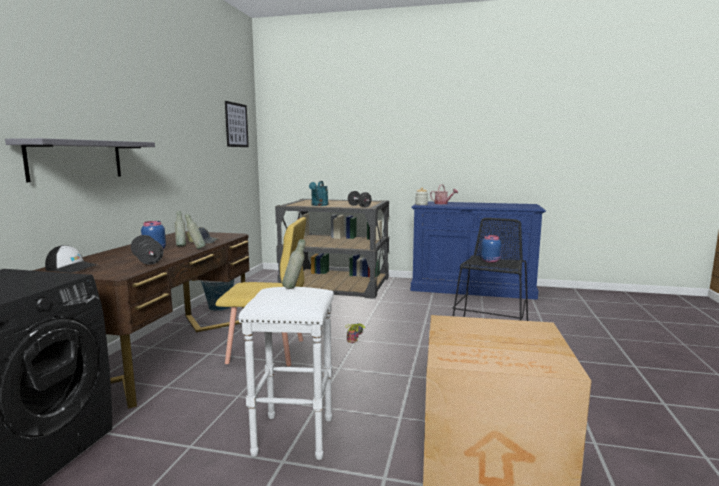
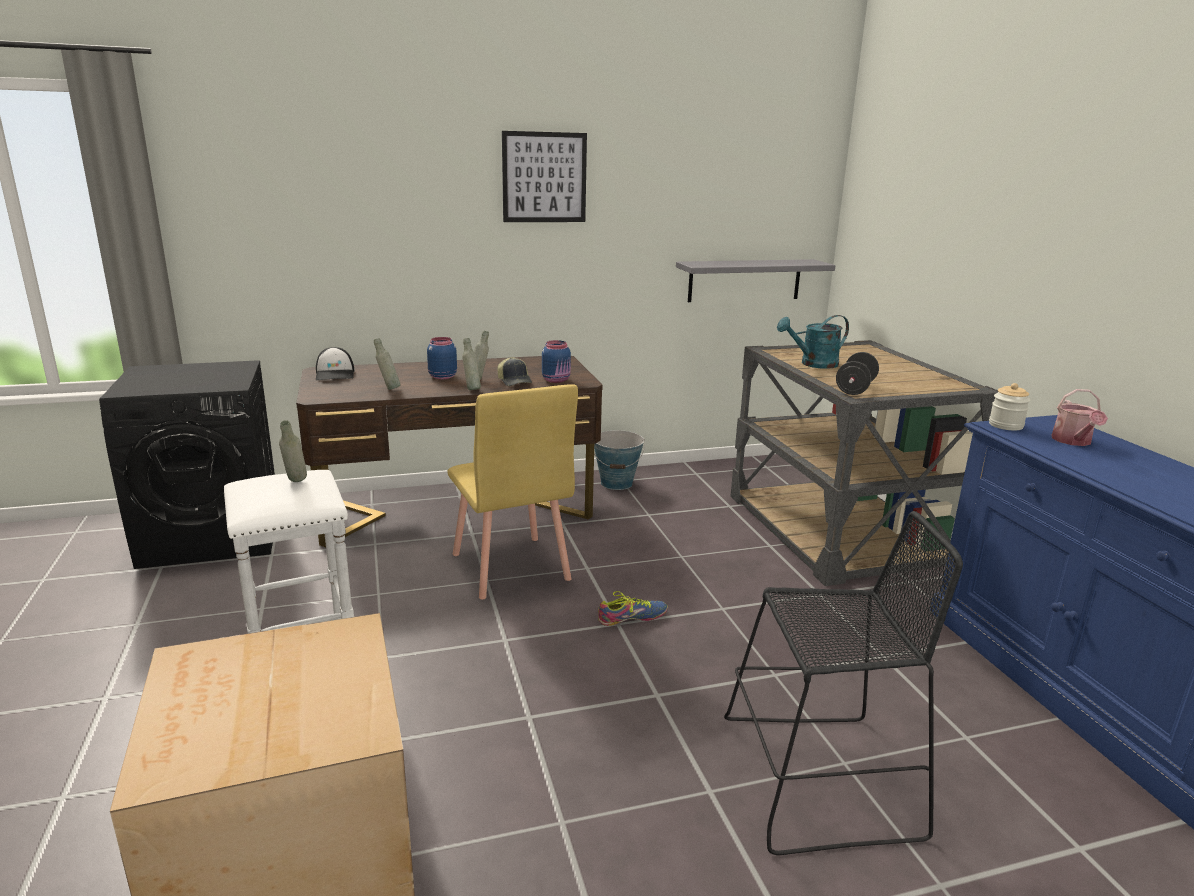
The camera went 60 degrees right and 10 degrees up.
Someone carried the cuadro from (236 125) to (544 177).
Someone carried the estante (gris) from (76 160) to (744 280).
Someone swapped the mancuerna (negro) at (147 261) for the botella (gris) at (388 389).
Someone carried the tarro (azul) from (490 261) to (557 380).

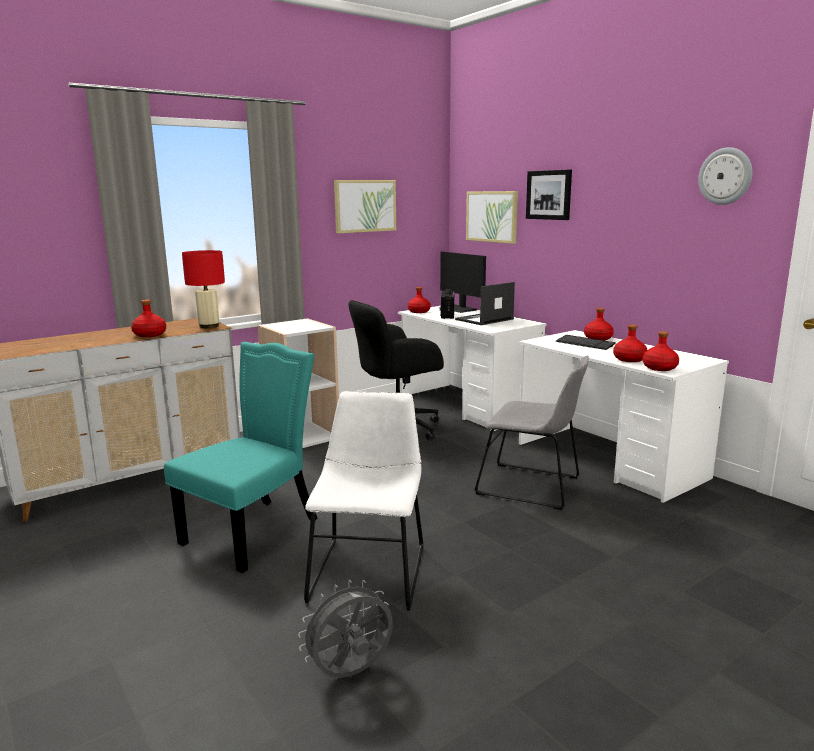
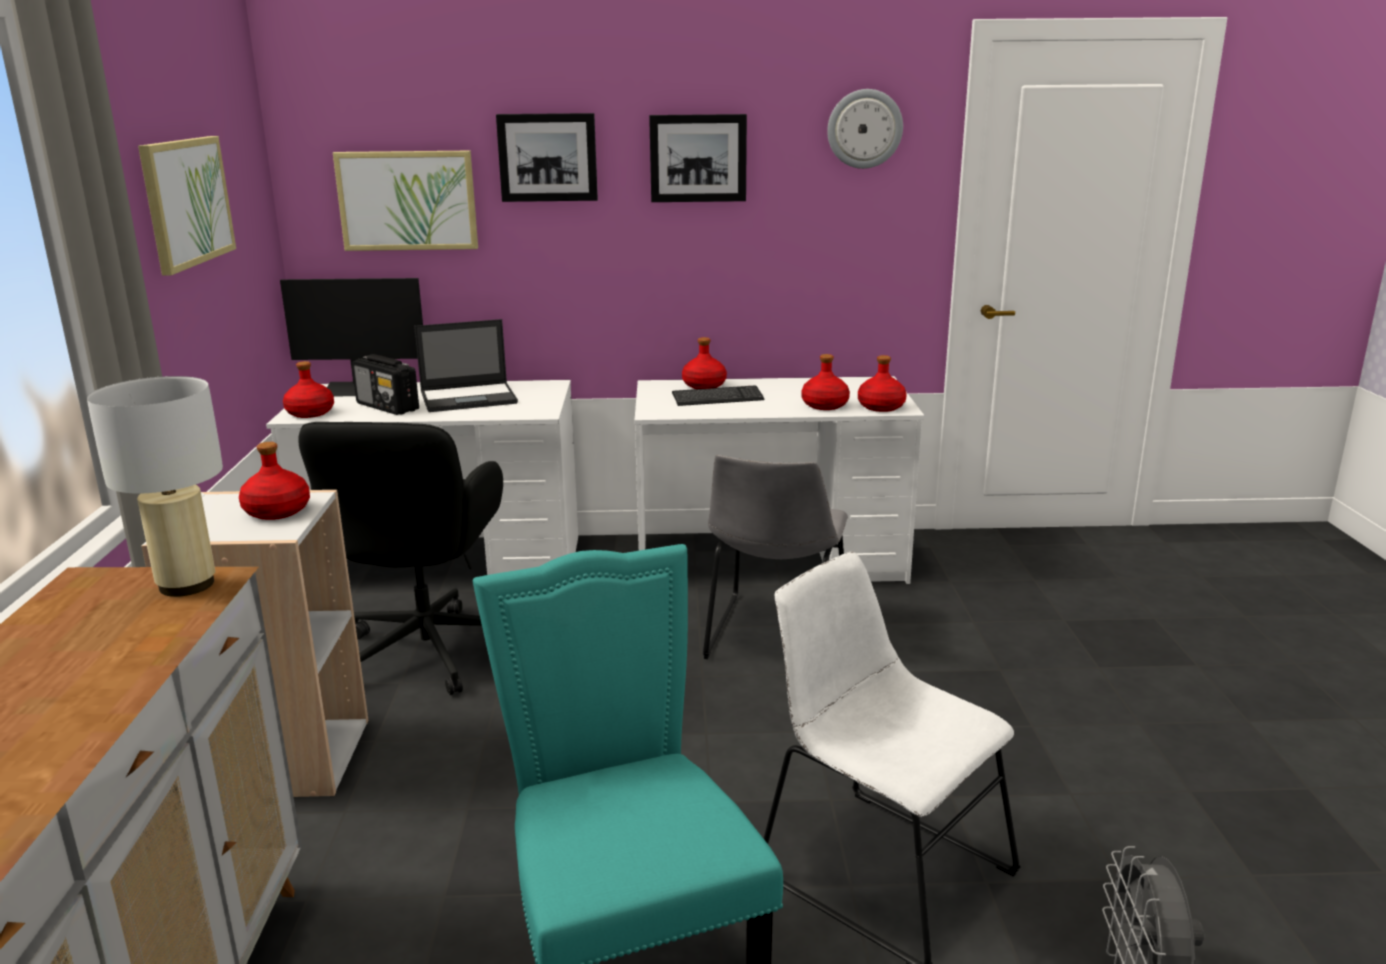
The camera went 55 degrees left and 5 degrees up.
Someone repainted the lámpara de mesa (rojo) at (209 326), which became the lámpara de mesa (blanco) at (185 585).
Someone rotated the portátil at (484 319) by 105 degrees counterclockwise.
Someone carried the botella (rojo) from (149 335) to (277 511).
Someone rotated the silla (gris) at (533 487) by 135 degrees clockwise.
Someone put up the cuadro at (698 158).

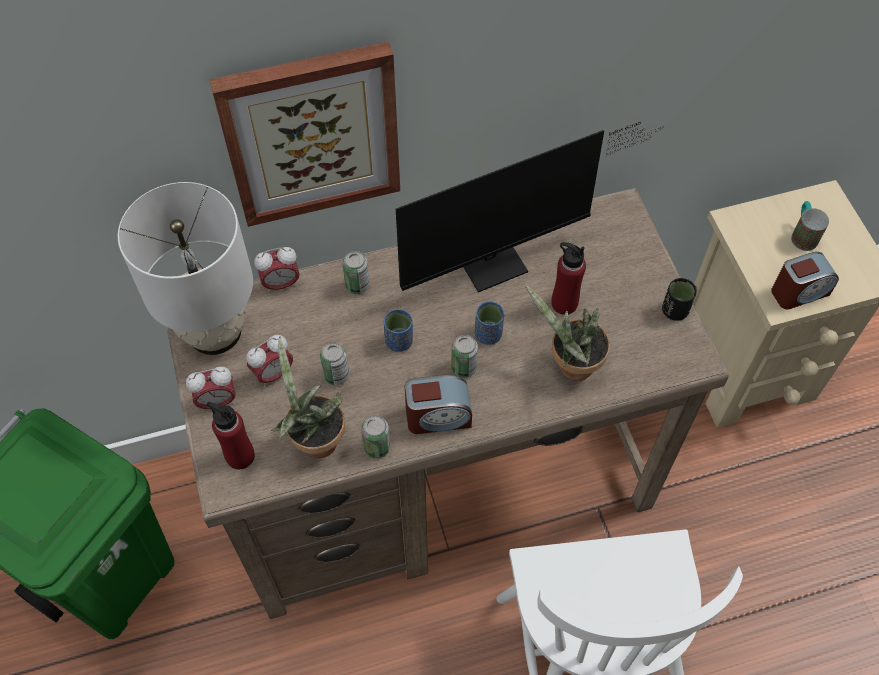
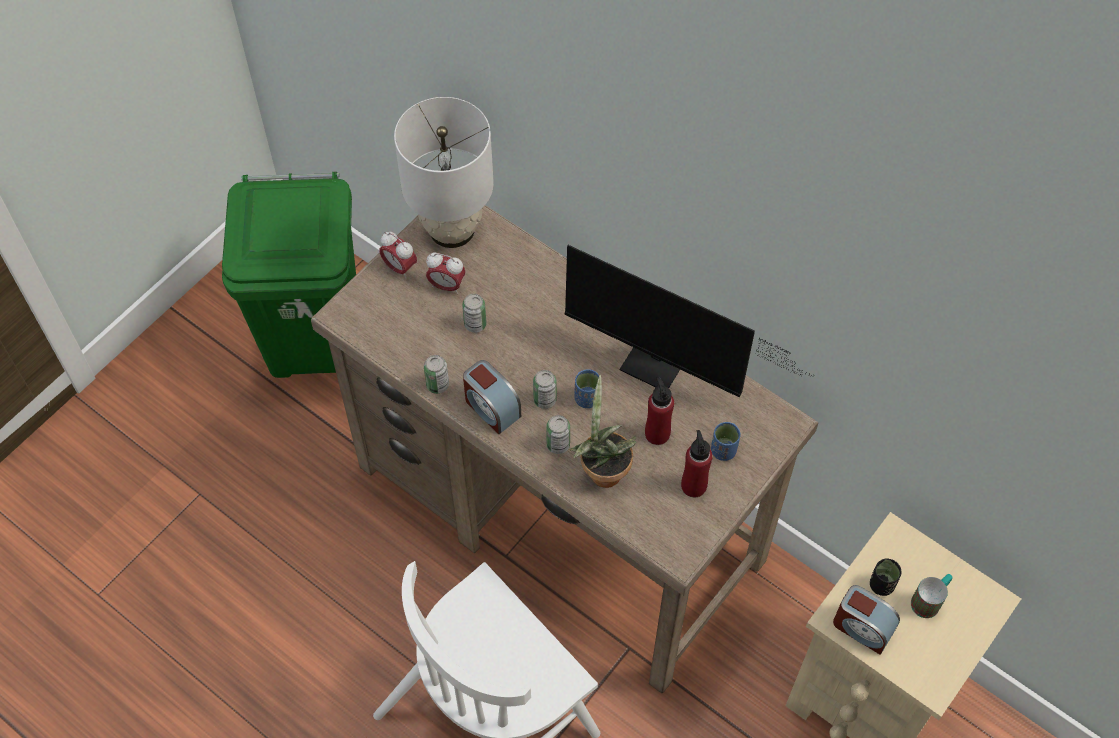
The camera went 55 degrees right and 0 degrees up.
Someone took away the cuadro at (311 134).
Someone took away the despertador at (281 284).
Someone carried the lata from (357 285) to (558 445).
Someone carried the taza (negro) from (674 311) to (881 585).
Someone carried the taza (azul) from (399 341) to (723 451).
Someone took away the planta en maceta at (314 439).
Someone carried the botella (rojo) from (240 456) to (693 485).

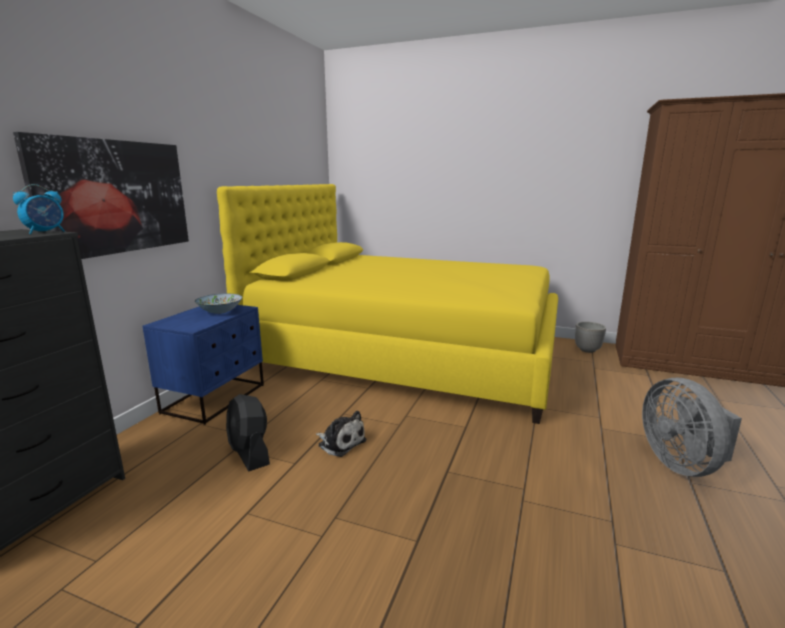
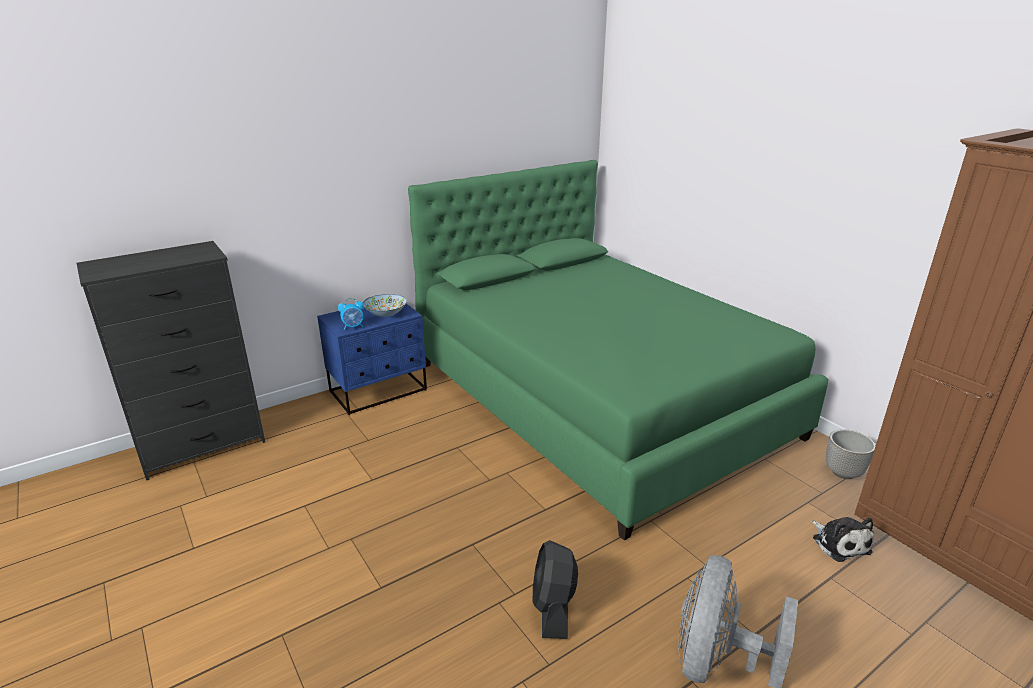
The camera went 35 degrees right and 10 degrees up.
Someone took away the cuadro at (115 197).
Someone carried the despertador from (46 232) to (353 327).
Someone repainted the cama (amarillo) at (406 354), which became the cama (verde) at (597 398).
Someone carried the ventilador (negro) from (249 453) to (553 607).
Someone carried the peluche from (340 442) to (839 543).

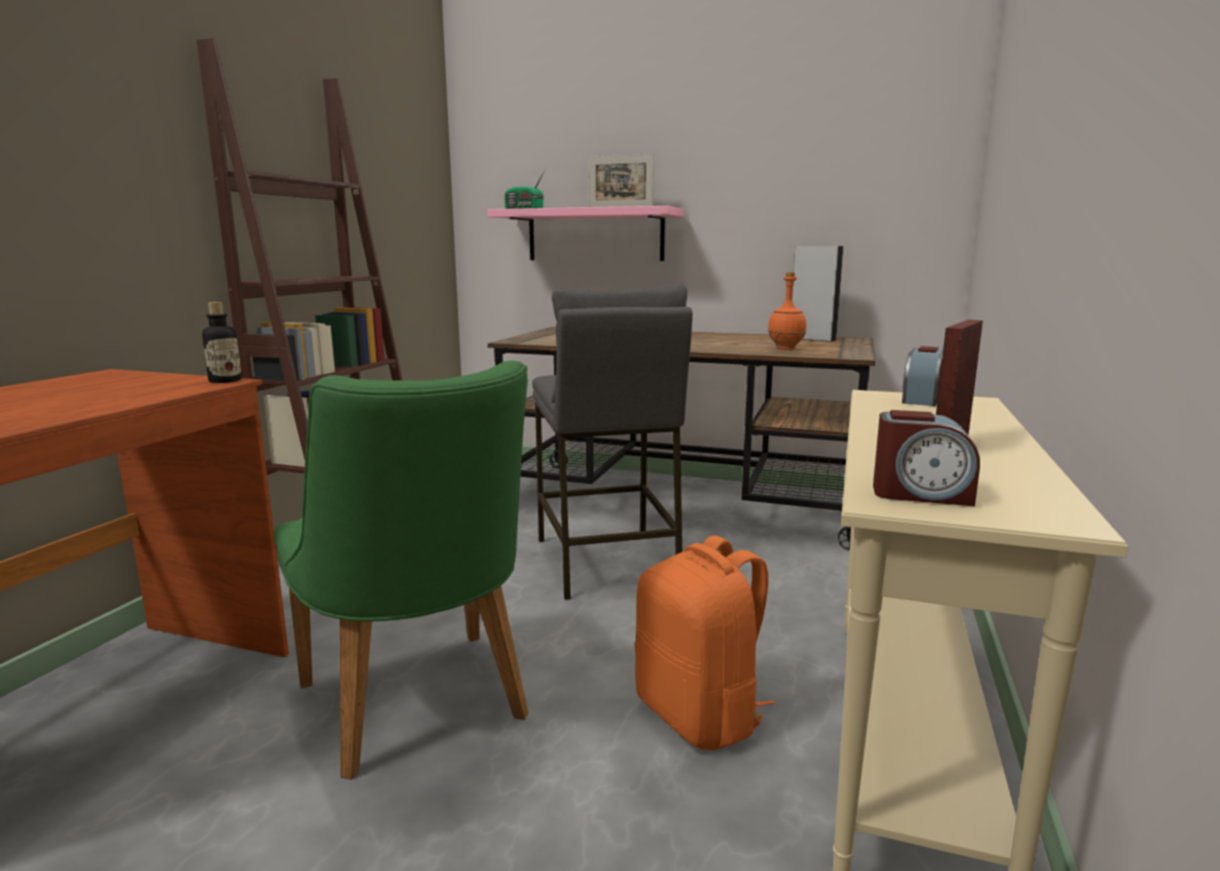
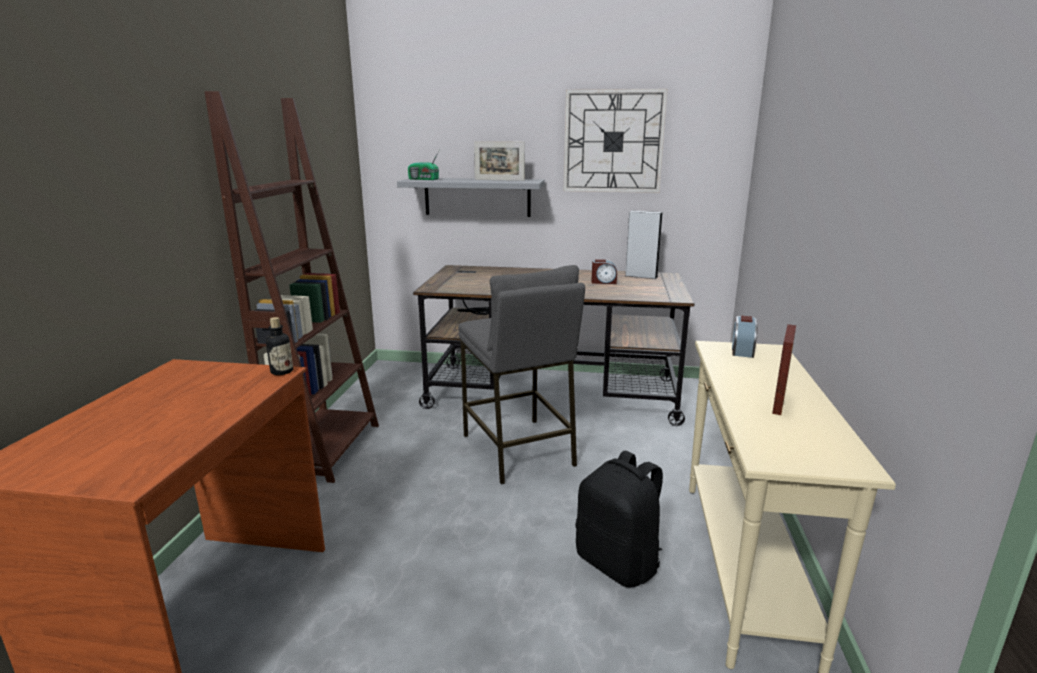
The camera went 10 degrees left and 5 degrees up.
Someone repainted the estante (rosa) at (595 235), which became the estante (gris) at (477 197).
Someone took away the botella (naranja) at (786 348).
Someone took away the silla (verde) at (421 710).
Someone carried the despertador from (921 494) to (603 282).
Someone repainted the mochila (naranja) at (700 715), which became the mochila (negro) at (618 563).
Someone put up the reloj de pared at (613 141).

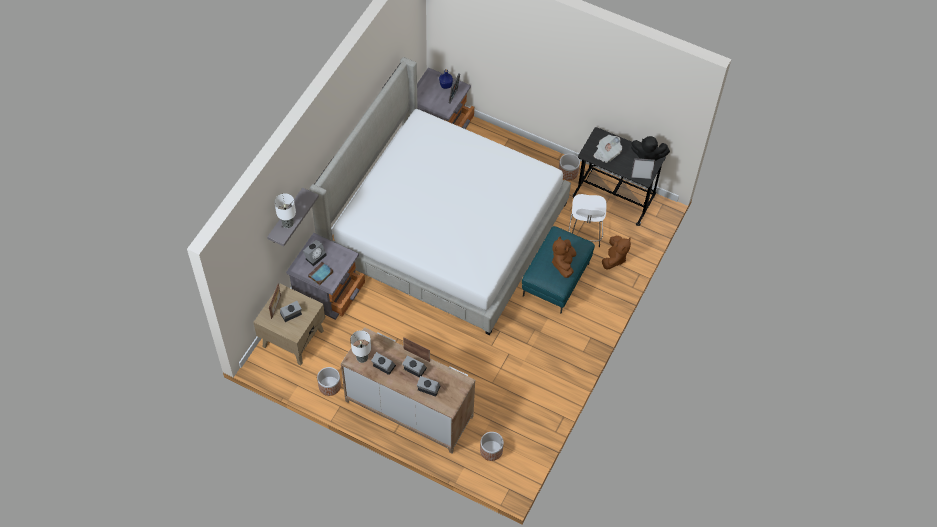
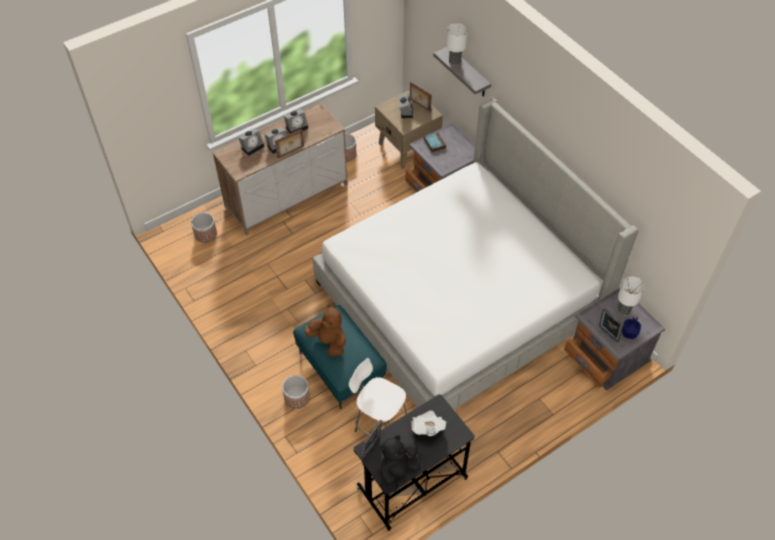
The camera went 120 degrees right and 5 degrees down.
Someone carried the maceta from (568 172) to (297 397).
Someone took away the peluche (marrón) at (614 258).
Someone took away the despertador at (315 256).
Someone carried the lámpara de mesa from (362 357) to (623 310).

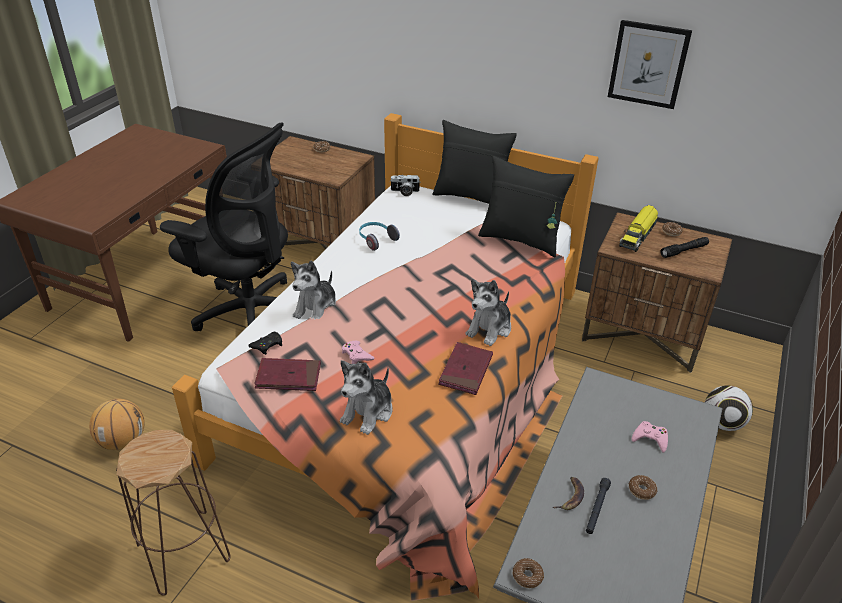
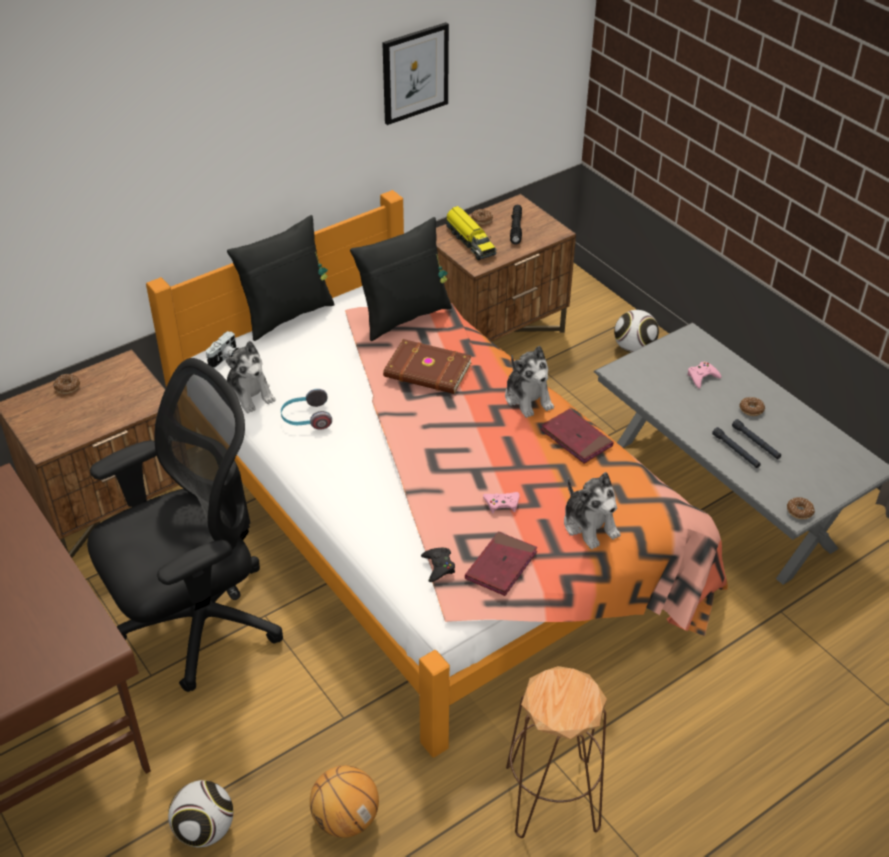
The camera went 60 degrees left and 5 degrees up.
Someone carried the peluche from (316 308) to (249 394).
Someone swapped the plátano at (570 496) for the linterna (negro) at (736 451).
Someone put down the libro (marrón) at (427 371).
Someone put down the balón de fútbol at (205 829).

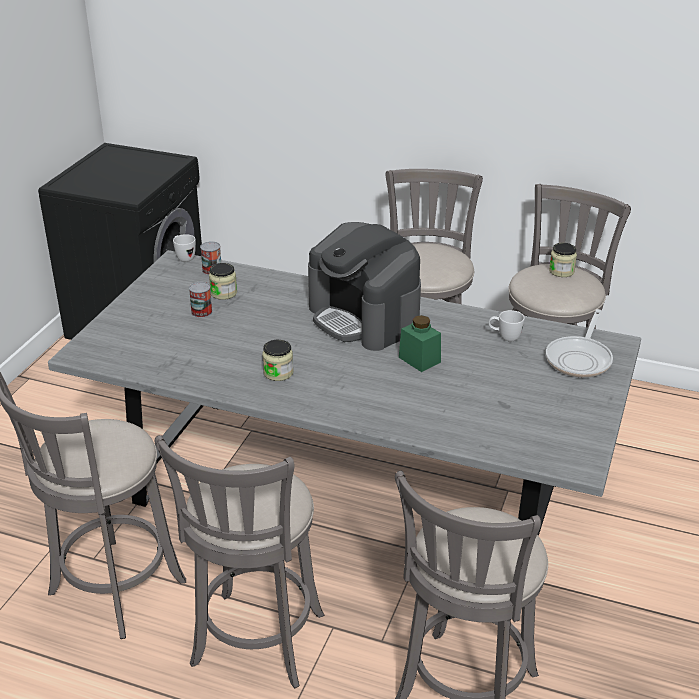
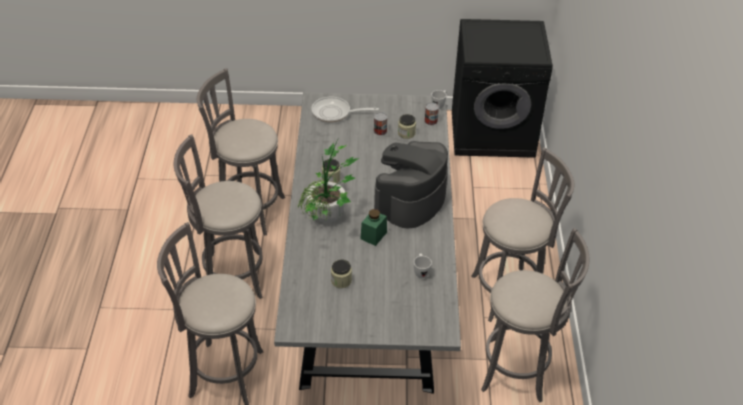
The camera went 70 degrees right and 10 degrees up.
Someone carried the tarro from (561 271) to (341 281).
Someone carried the sartén from (580 359) to (334 113).
Someone put down the planta en maceta at (327 221).

